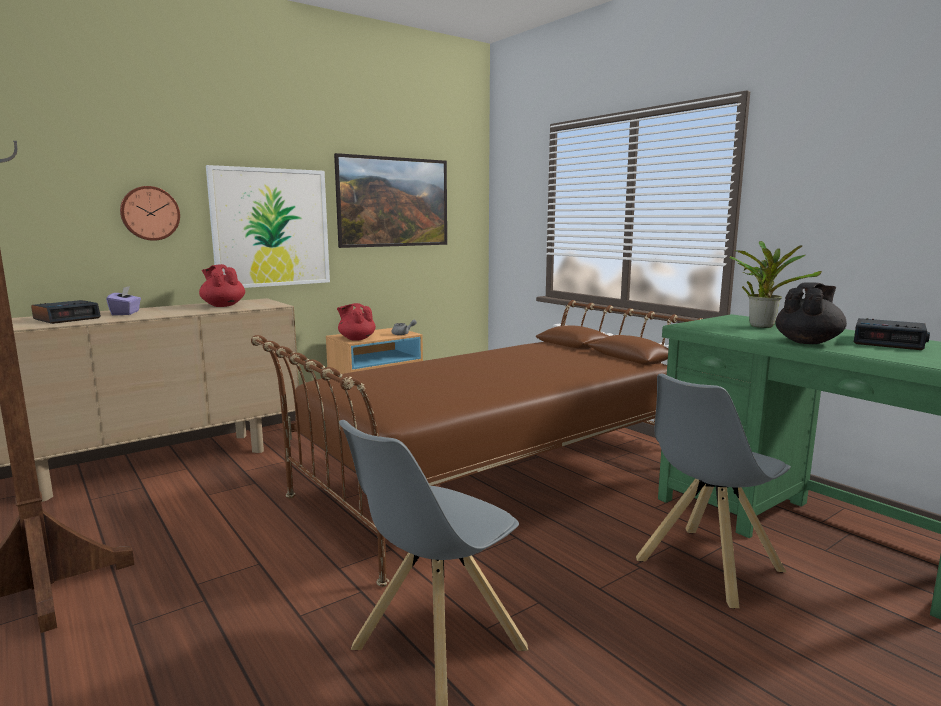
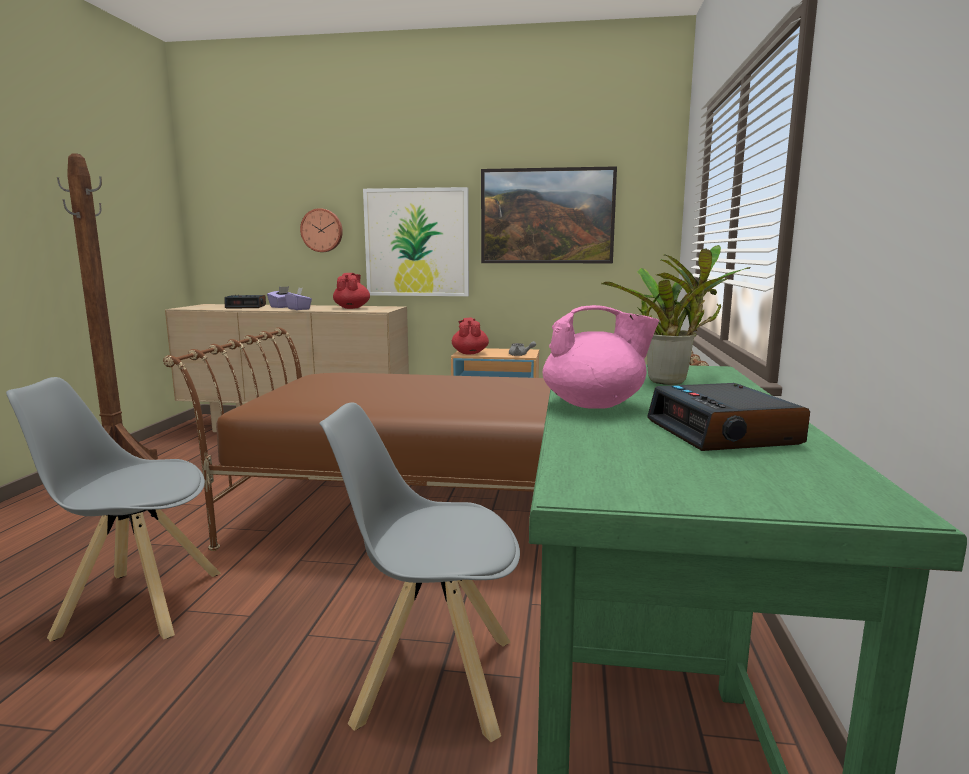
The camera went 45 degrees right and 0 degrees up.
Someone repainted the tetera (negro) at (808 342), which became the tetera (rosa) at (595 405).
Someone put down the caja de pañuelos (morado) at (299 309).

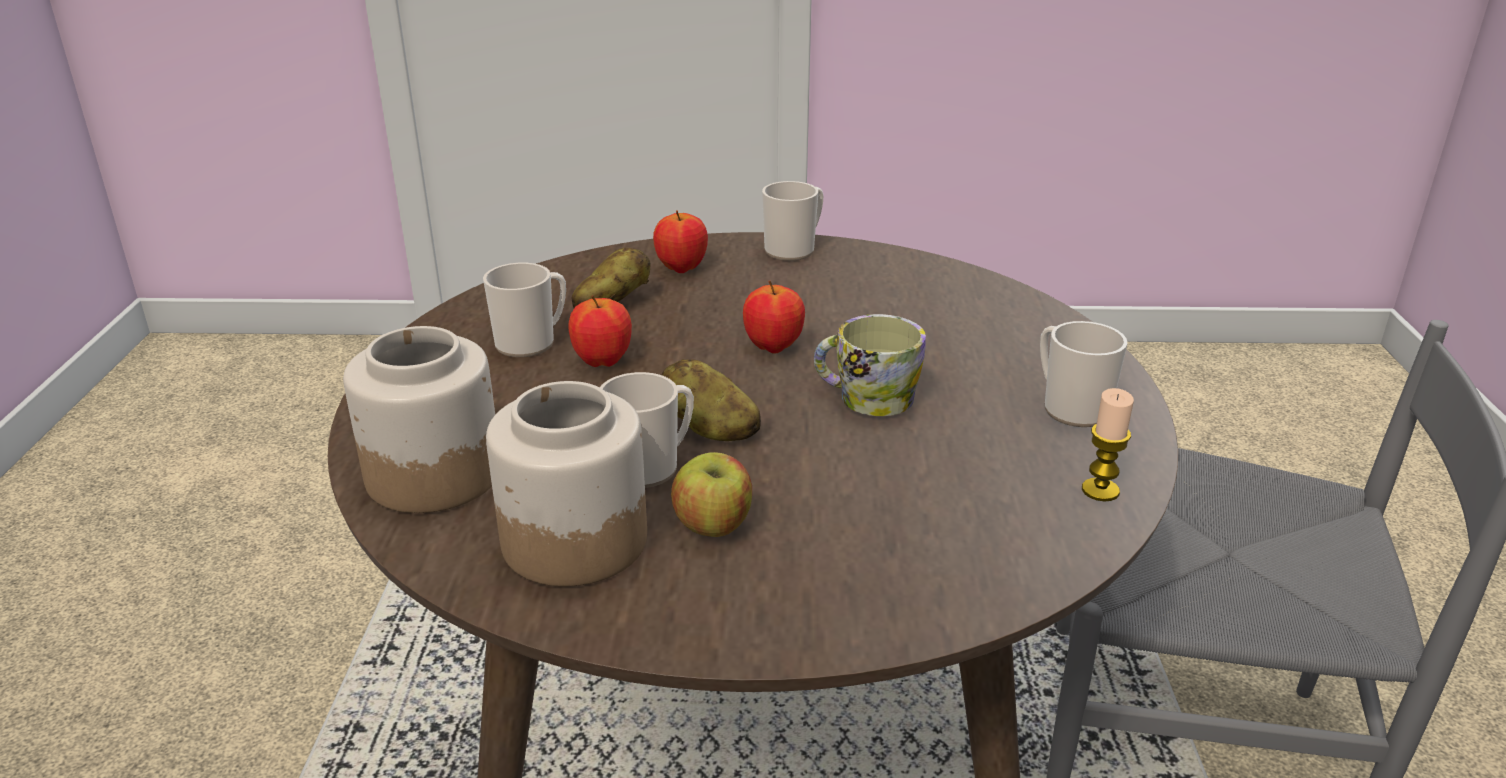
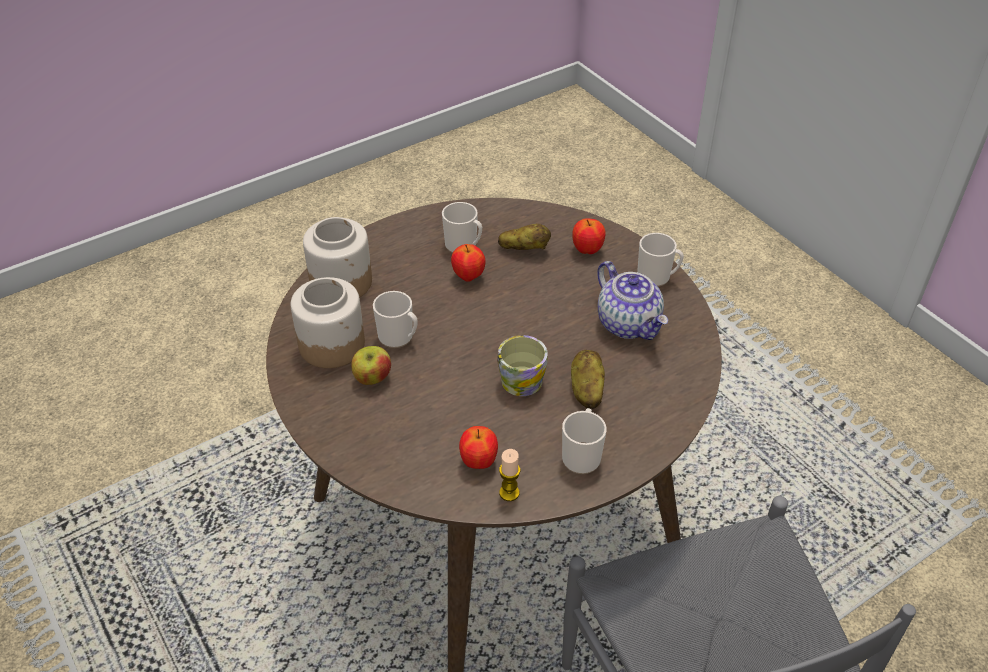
The camera went 55 degrees right and 15 degrees up.
Someone carried the manzana from (773 347) to (478 462).
Someone carried the patata from (708 428) to (586 390).
Someone put down the tetera at (629 324).

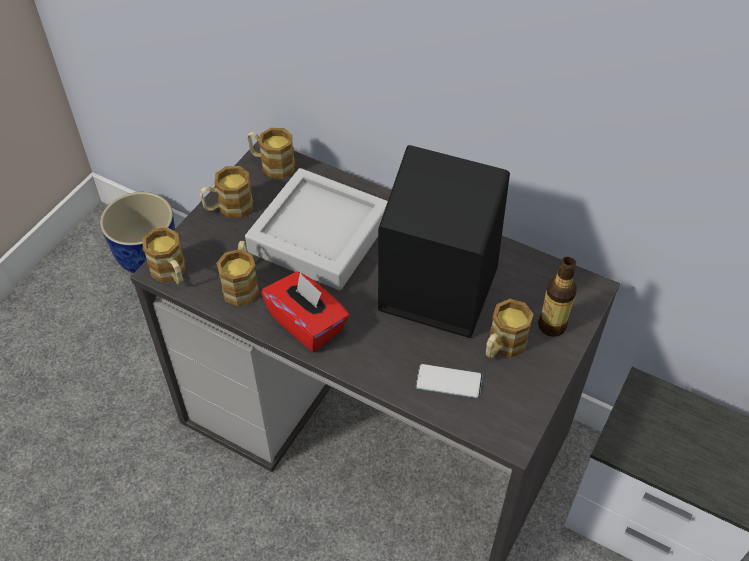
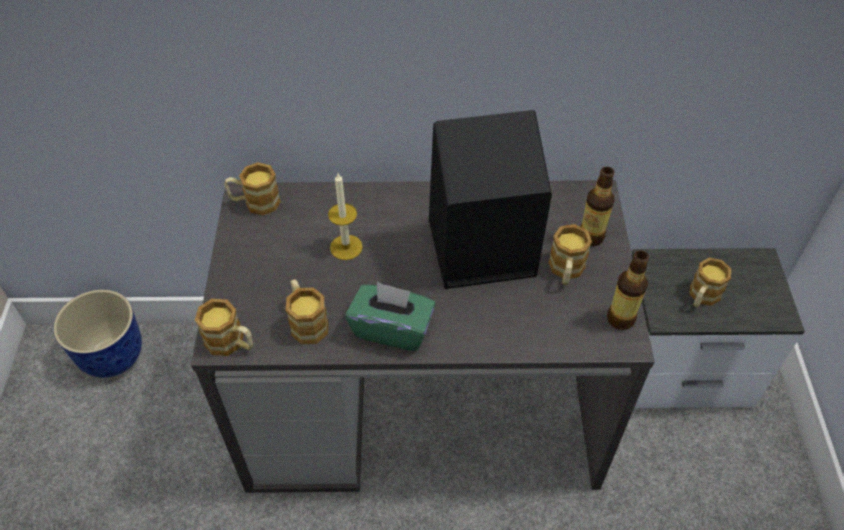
The camera went 30 degrees left and 0 degrees up.
Someone carried the taza grande from (228 208) to (702 297).
Someone swapped the bandeja (gris) at (319 235) for the vela at (346 247).
Someone repainted the caja de pañuelos (rojo) at (307 324), which became the caja de pañuelos (verde) at (392 329).
Someone took away the móvil at (449 381).
Someone put down the botella at (620 319).

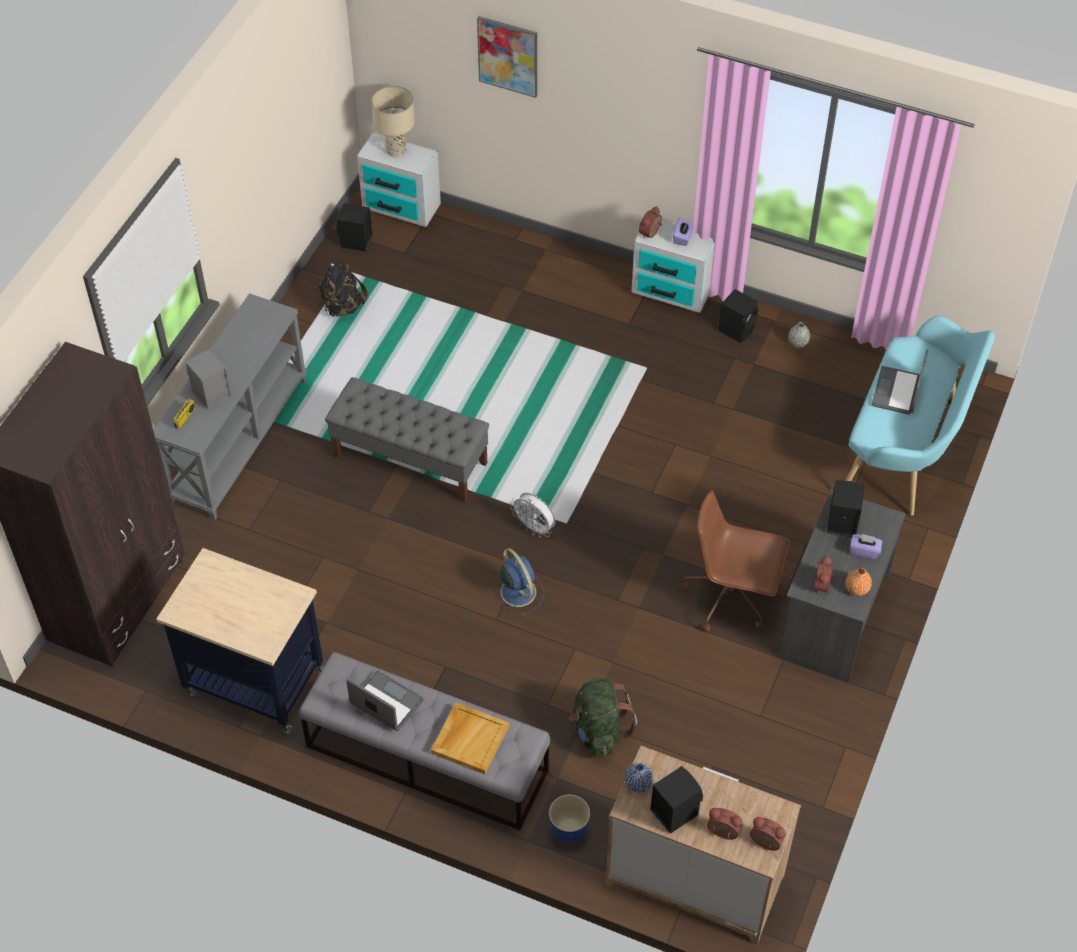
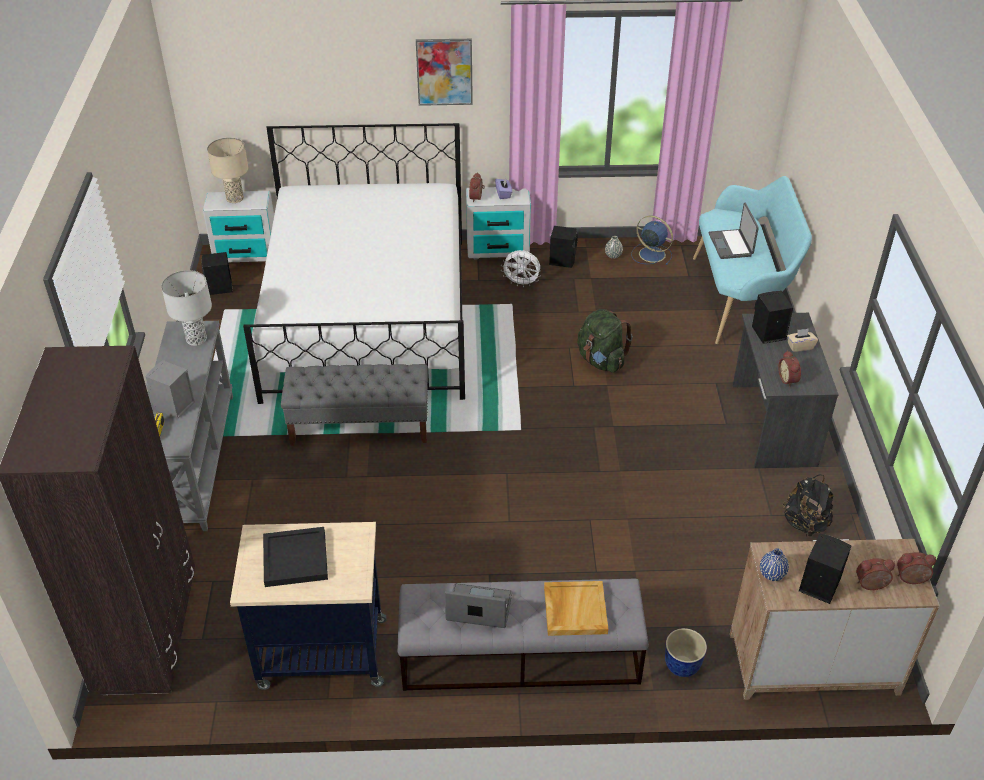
The camera went 25 degrees left and 10 degrees down.
Someone carried the cuadro from (508 56) to (444 71).
Someone carried the mochila (negro) from (343 307) to (805 523).
Someone took away the silla de oficina (marrón) at (732 599).
Someone carried the ventilador (blanco) from (534 528) to (521 283).
Someone repainted the caja de pañuelos (morado) at (864 551), which became the caja de pañuelos (beis) at (800 346).
Someone carried the ventilador (azul) from (517 590) to (651 254).
Someone took away the florero (naranja) at (857 589).
Someone carried the mochila (verde) from (598 731) to (601 361).
Someone put down the cama (blanco) at (368 316).
Someone put down the lámpara de mesa (blanco) at (196 338).
Someone put down the bandeja (negro) at (296 558).

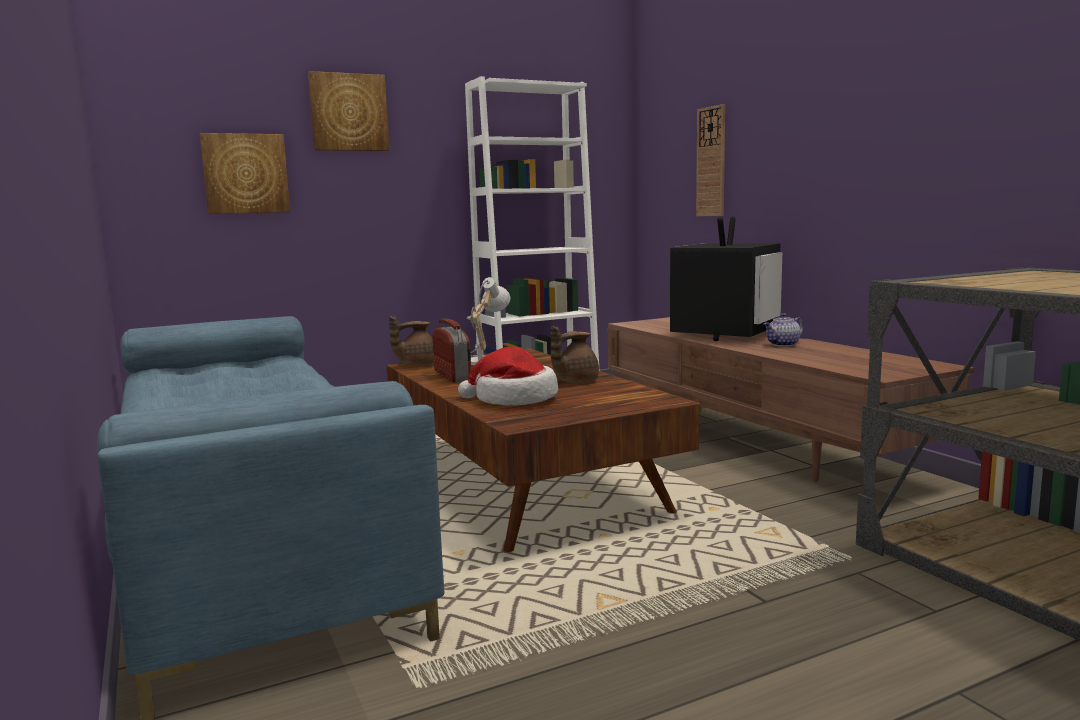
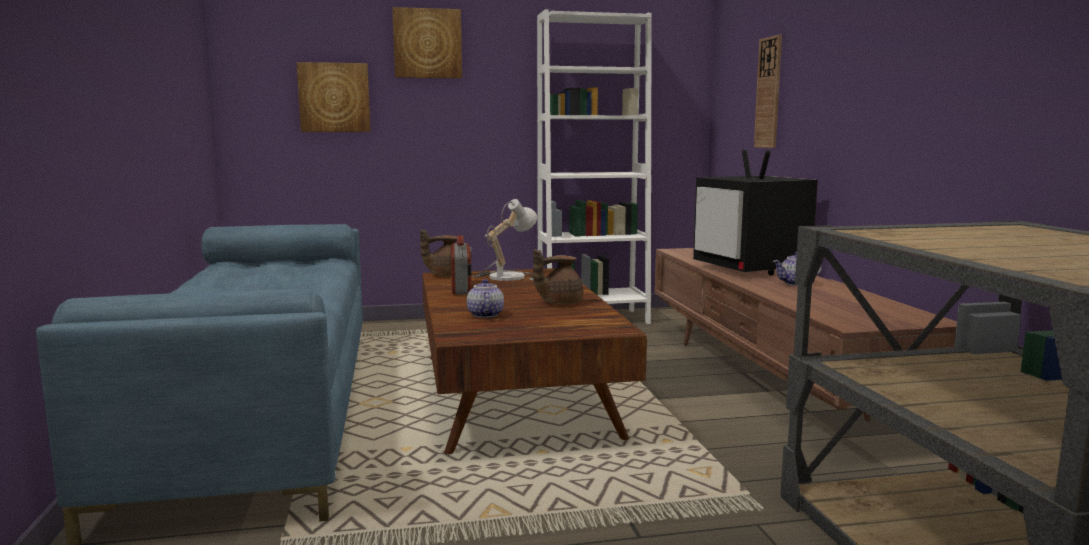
The camera went 15 degrees right and 0 degrees up.
Someone rotated the televisor at (725 335) by 105 degrees clockwise.
Someone swapped the sombrero at (513 399) for the tetera at (484 315).

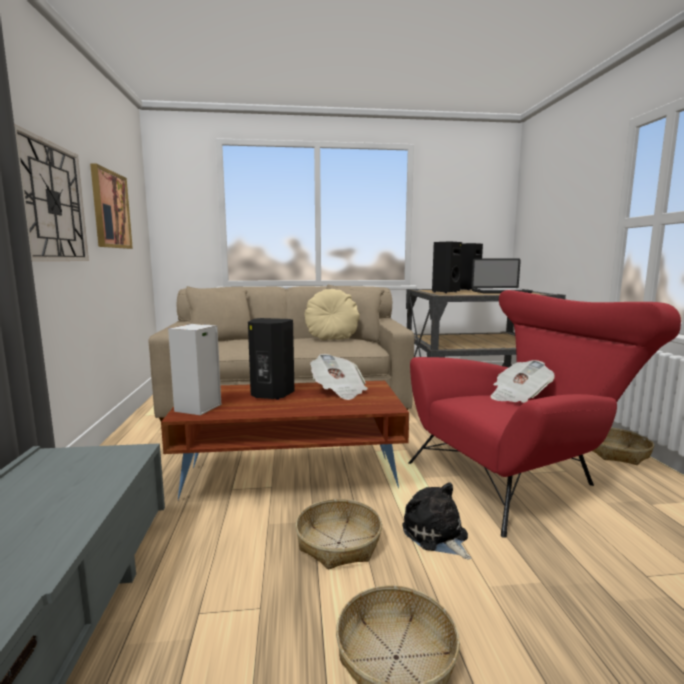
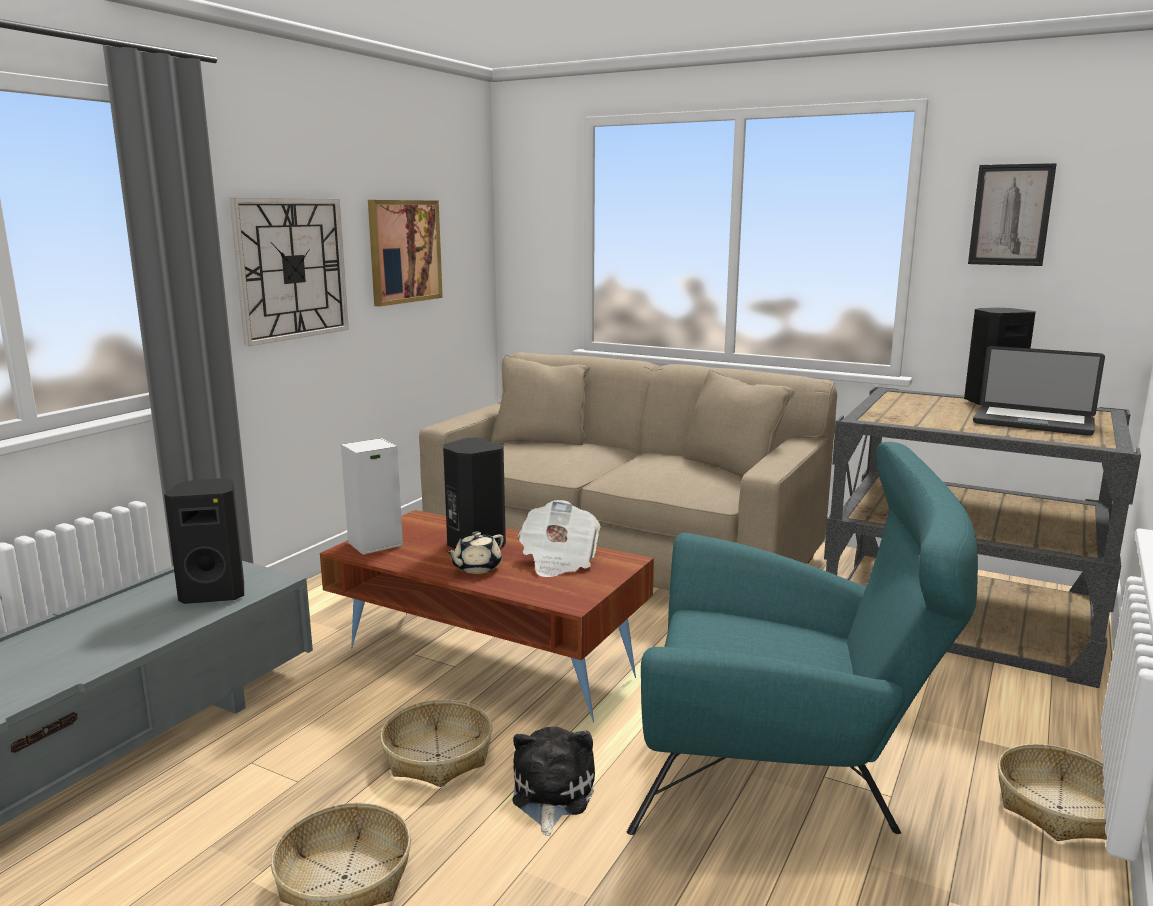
The camera went 35 degrees right and 5 degrees up.
Someone carried the altavoz (negro) from (444 292) to (215 593).
Someone took away the cojín (beis) at (332 339).
Someone repainted the sillón (rojo) at (516 477), which became the sillón (turquesa) at (786 772).
Someone took away the periódico at (518 397).
Someone put up the cuadro at (1010 215).
Someone put down the tetera (beis) at (476 568).

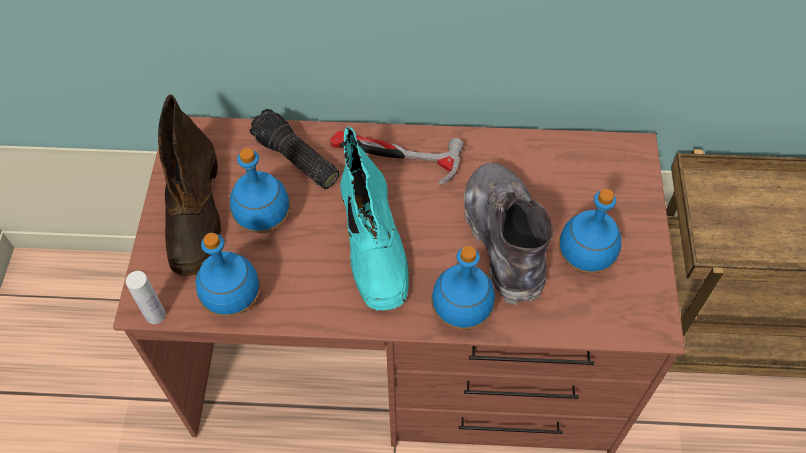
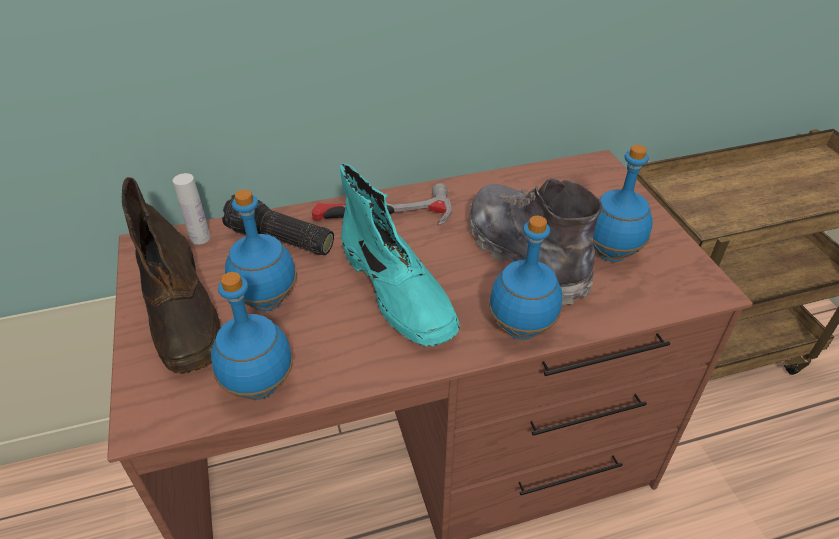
The camera went 20 degrees left and 15 degrees down.
Someone carried the botella (blanco) from (155 315) to (200 238).

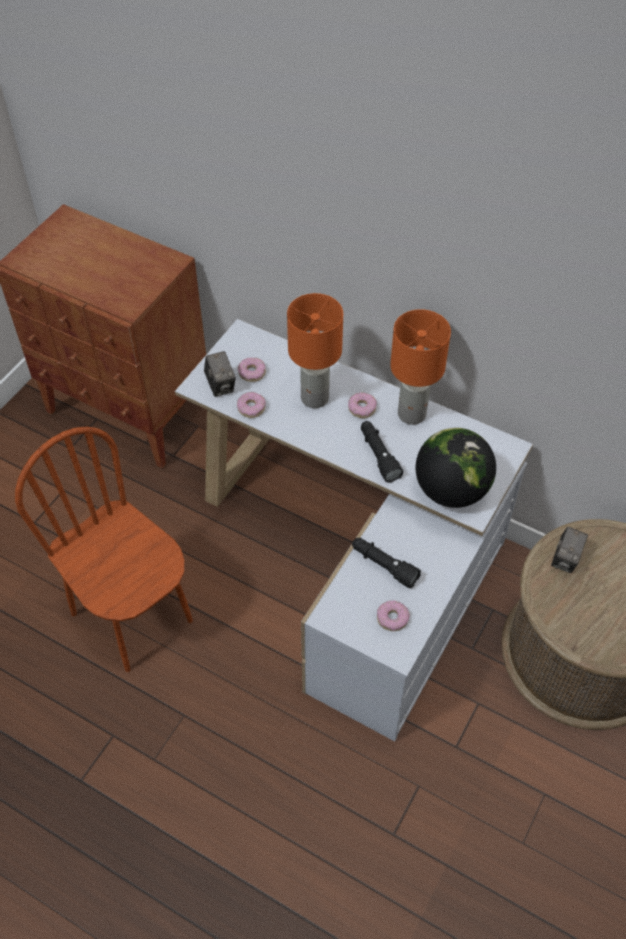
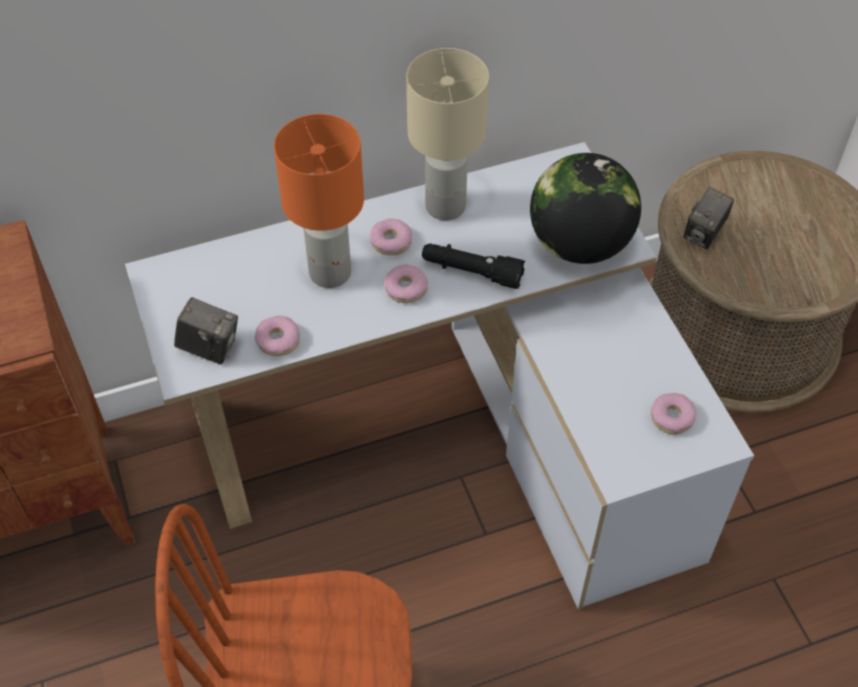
The camera went 50 degrees left and 0 degrees up.
Someone repainted the lámpara de mesa (naranja) at (412 414), which became the lámpara de mesa (beis) at (446 205).
Someone carried the rosquilla from (252 372) to (406 288).
Someone rotated the cámara at (565 559) by 60 degrees clockwise.
Someone took away the linterna (negro) at (384 565).

